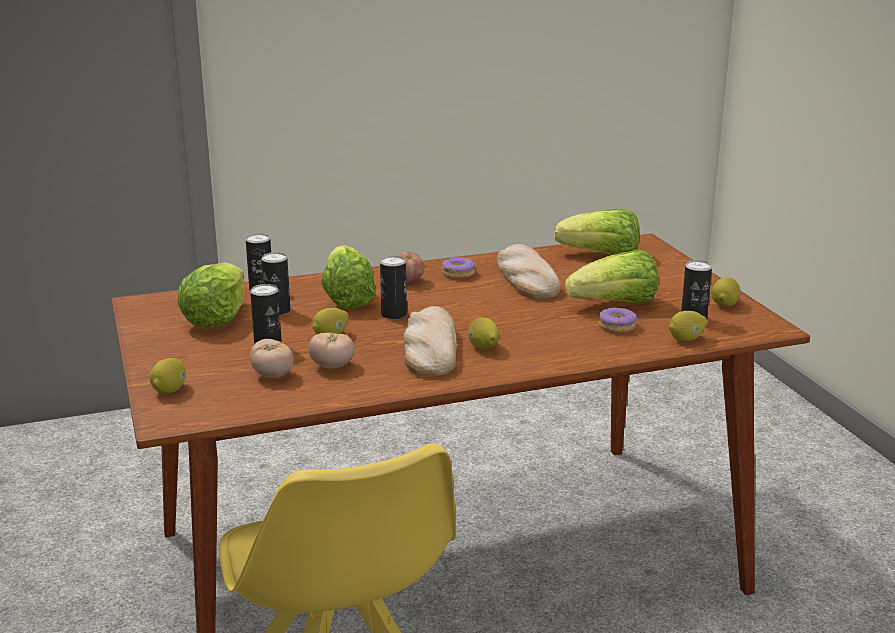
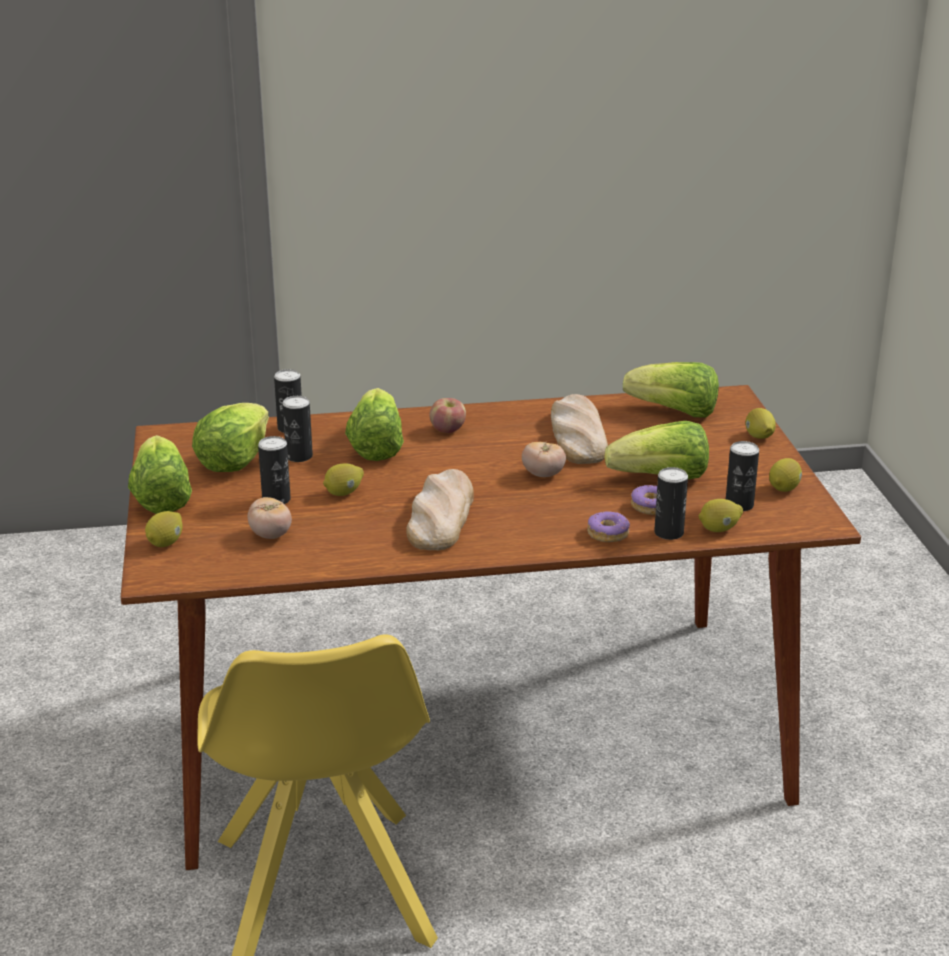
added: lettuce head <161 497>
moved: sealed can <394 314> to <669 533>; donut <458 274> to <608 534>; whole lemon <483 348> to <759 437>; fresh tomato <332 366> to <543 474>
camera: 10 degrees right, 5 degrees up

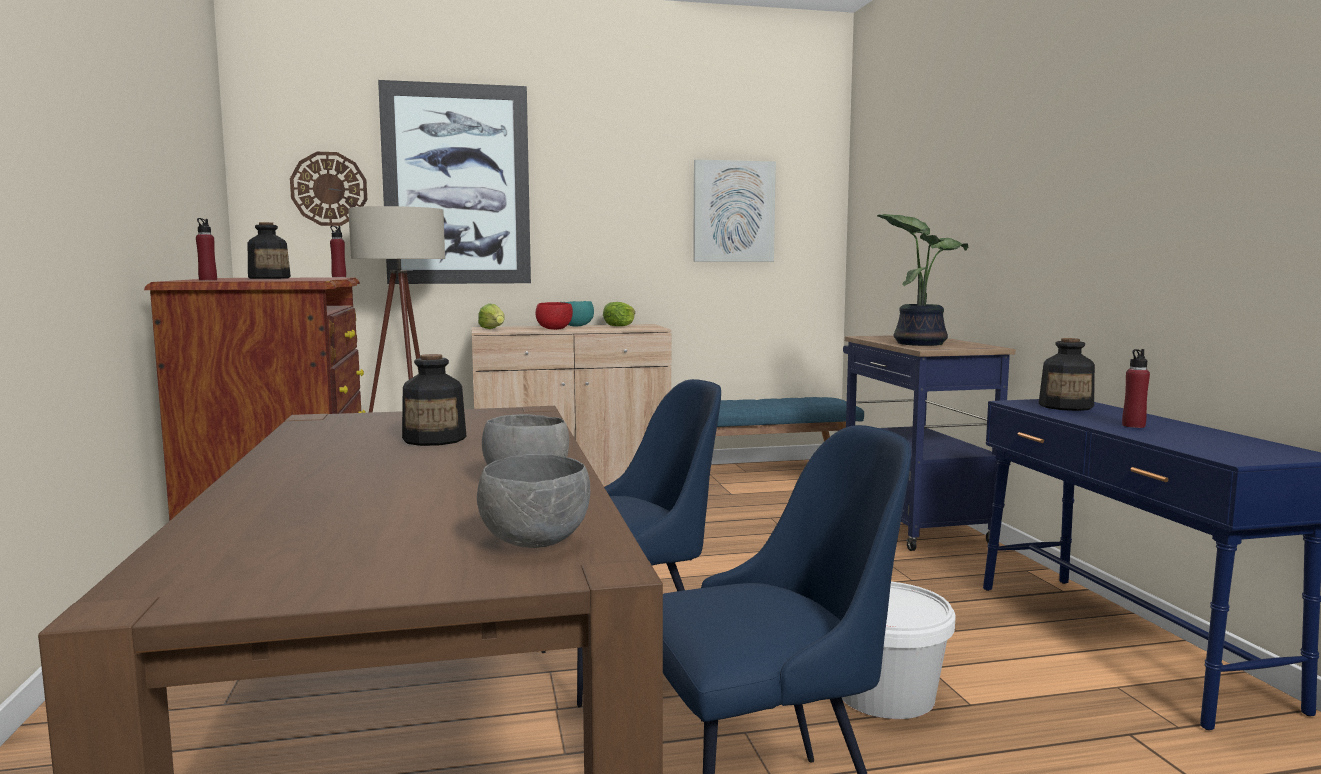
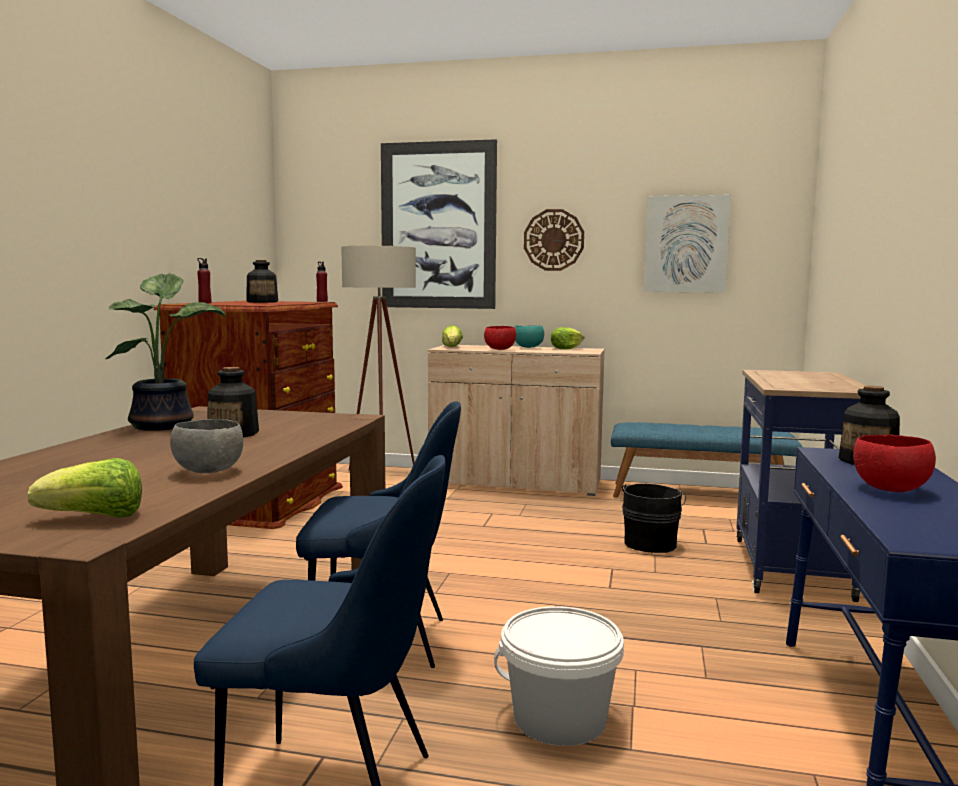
added: blackish water bucket <651 543>
moved: wall clock <329 189> to <553 240>; houseplant <919 343> to <165 425>
replaced: red-coloured drink bottle <1133 426> to red-coloured serving bowl <890 490>; gray serving bowl <538 542> to lettuce head <95 518>
camera: 25 degrees right, 0 degrees up

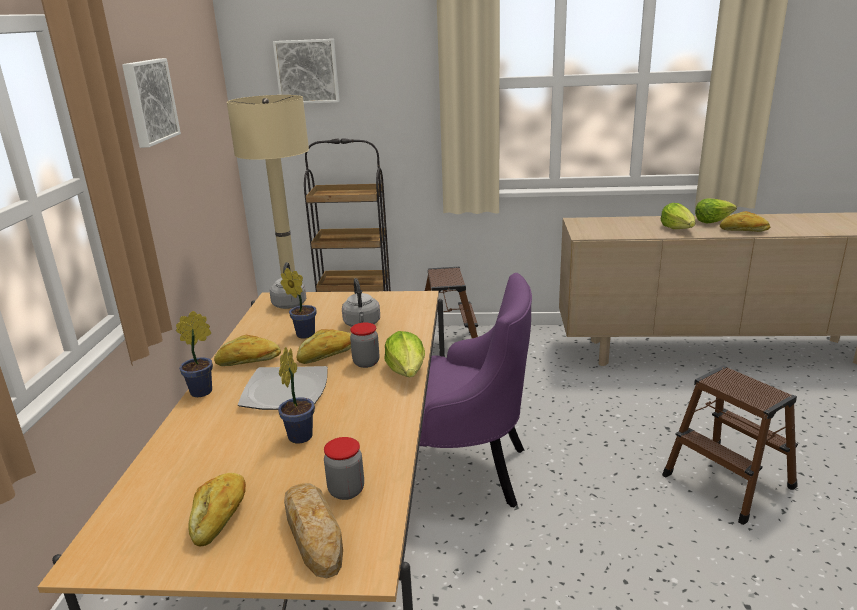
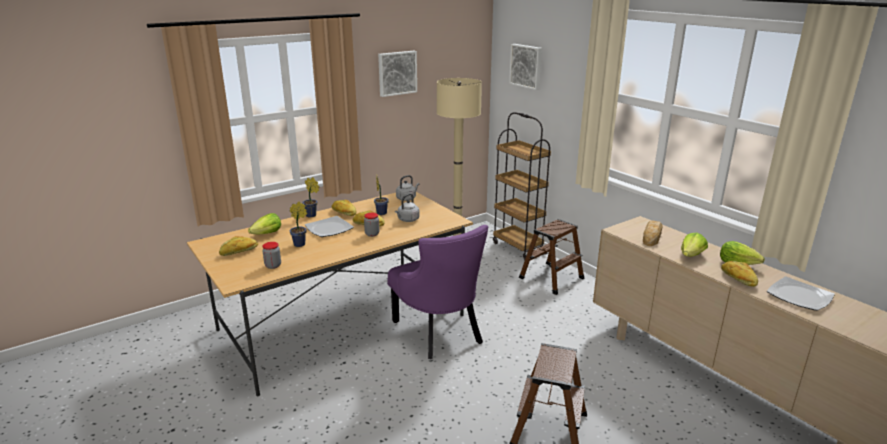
added: dinner plate <799 296>
moved: lettuce head <407 371> to <267 234>; bakery bread <313 533> to <652 236>
camera: 50 degrees right, 0 degrees up

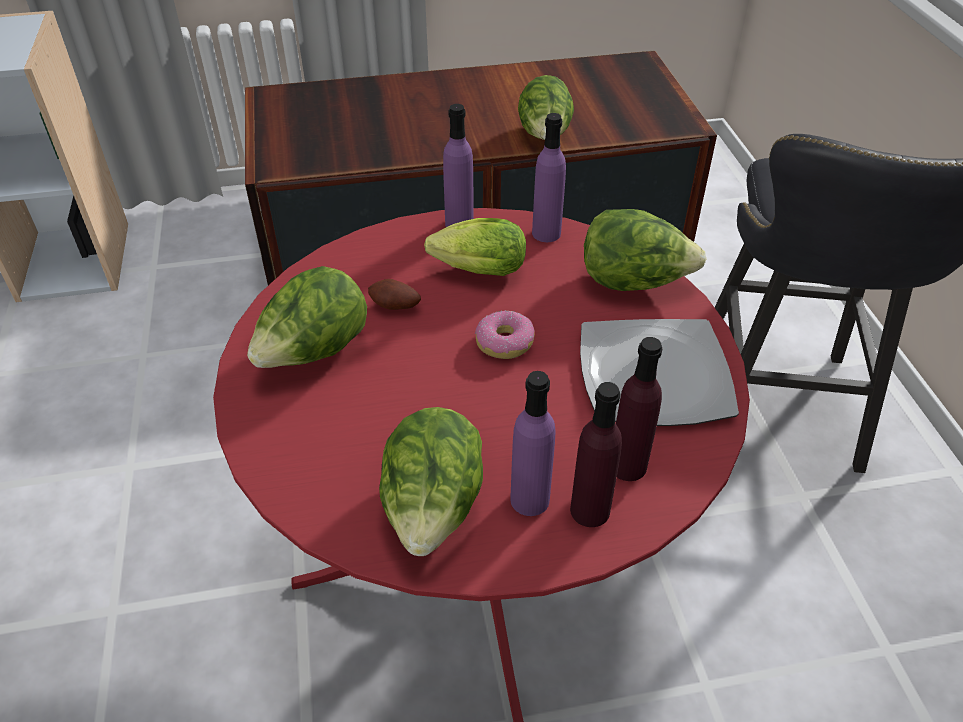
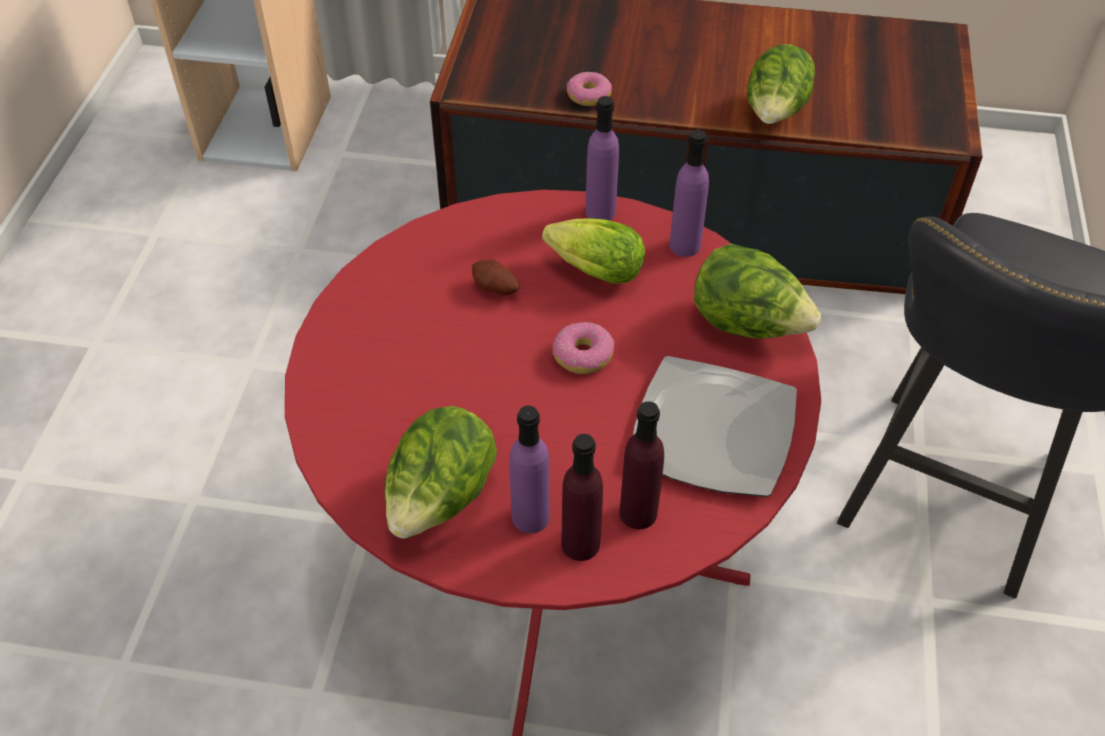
removed: lettuce head <314 353>
added: donut <588 96>
camera: 20 degrees right, 5 degrees up

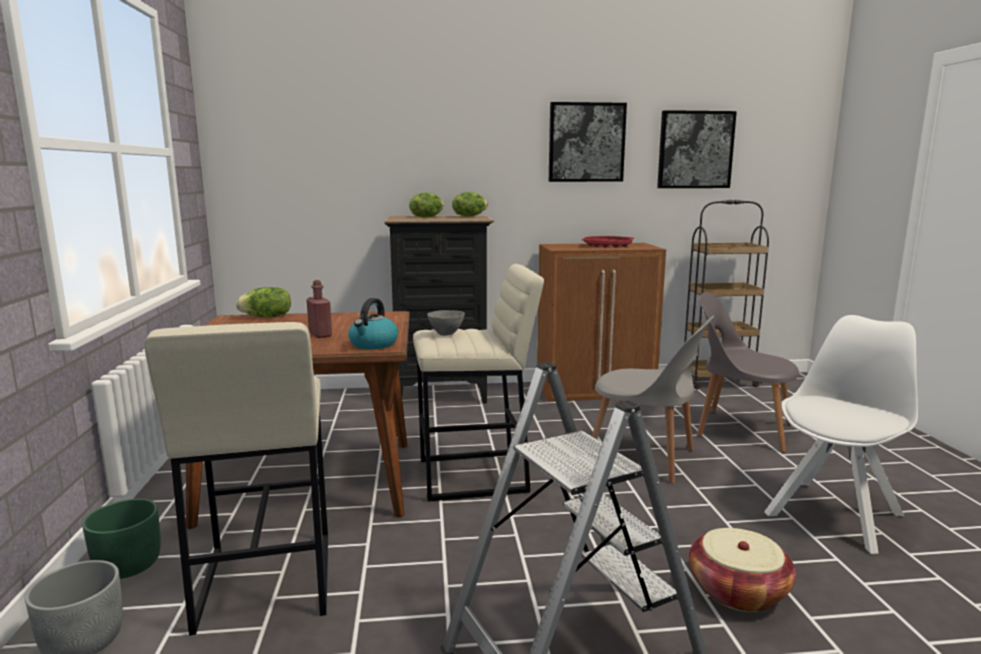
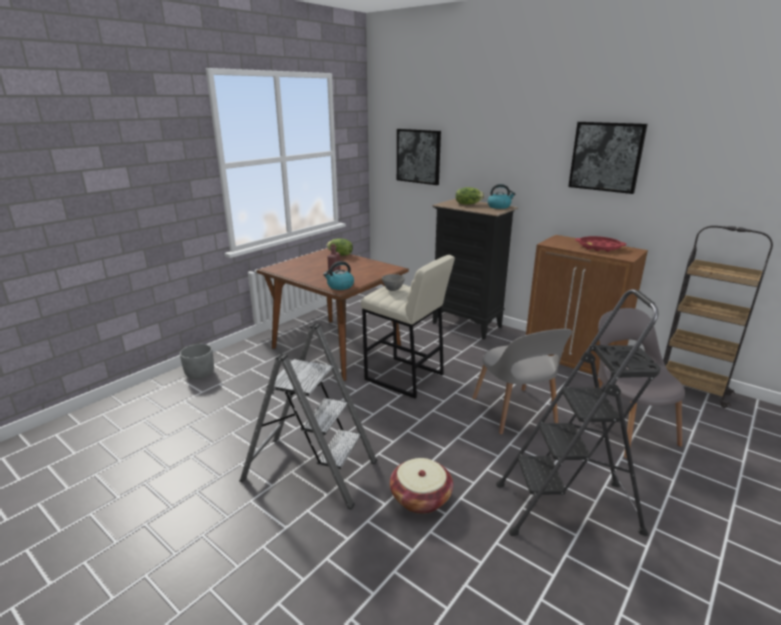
removed: beige stool seat <266 584>; green plant pot <129 565>
moved: wall picture <695 150> to <418 156>
replaced: lettuce head <469 216> to water kettle <499 206>; whitish upright chair <835 513> to step stool <569 507>
camera: 45 degrees right, 10 degrees up

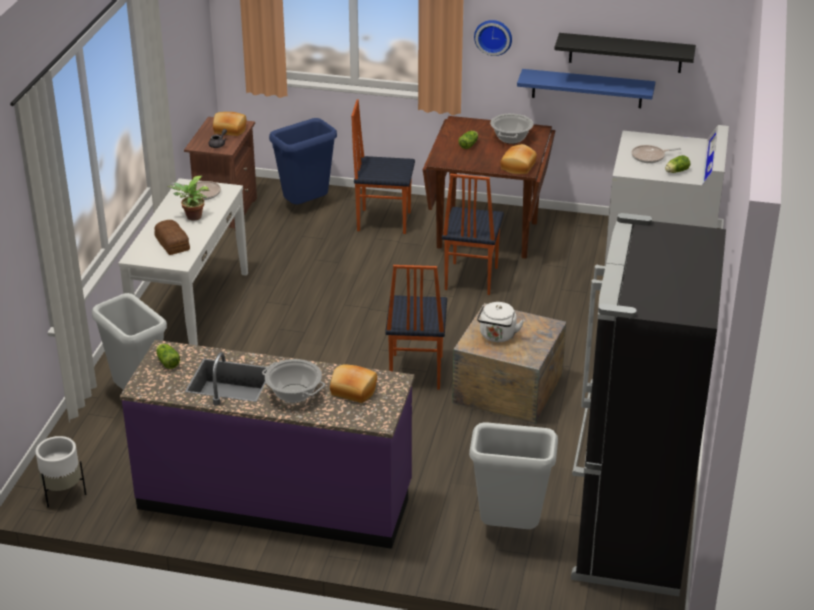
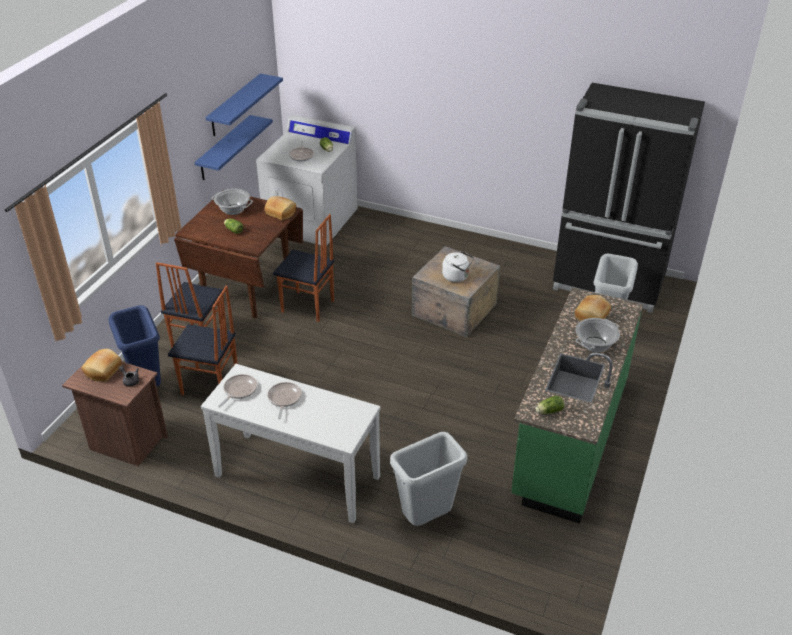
removed: wall clock <493 36>; bakery bread <172 243>; whitish plant pot <63 494>
moved: upright chair <415 372> to <210 385>
replaced: houseplant <192 217> to skillet <284 399>
recoloured: blackish bracket shelf <625 53> to bluish bracket shelf <235 105>; purplish kitchen counter <275 498> to green kitchen counter <569 438>
camera: 80 degrees left, 5 degrees up

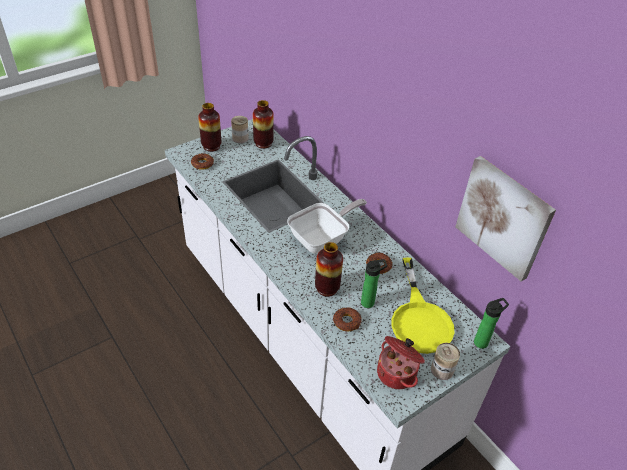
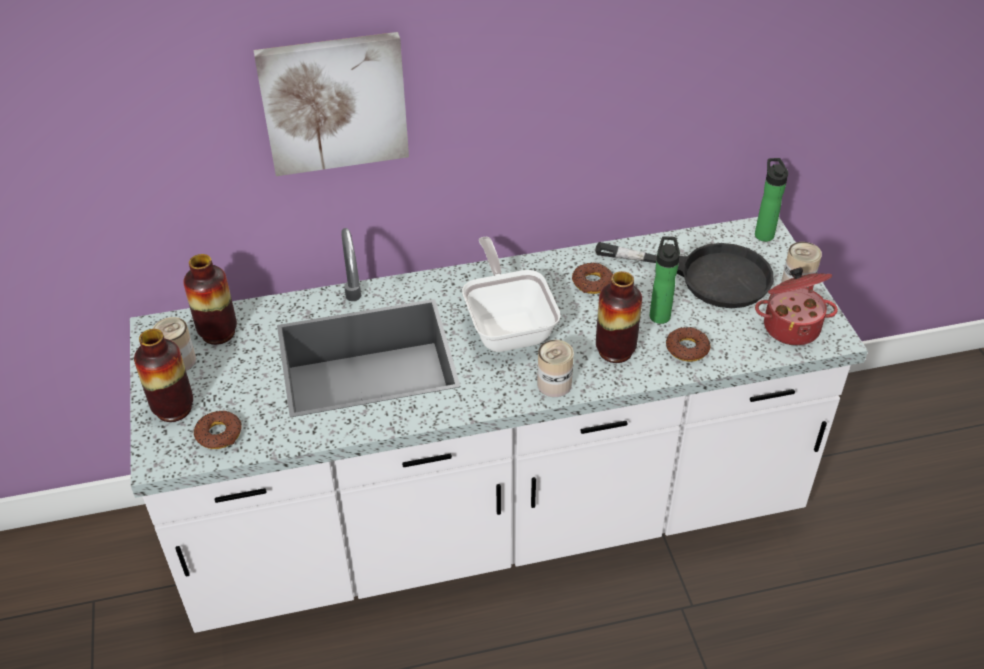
added: sealed can <554 384>
moved: wall picture <503 217> to <334 102>
recoloured: yellow skillet <419 319> to blackish skillet <707 276>
camera: 65 degrees left, 0 degrees up

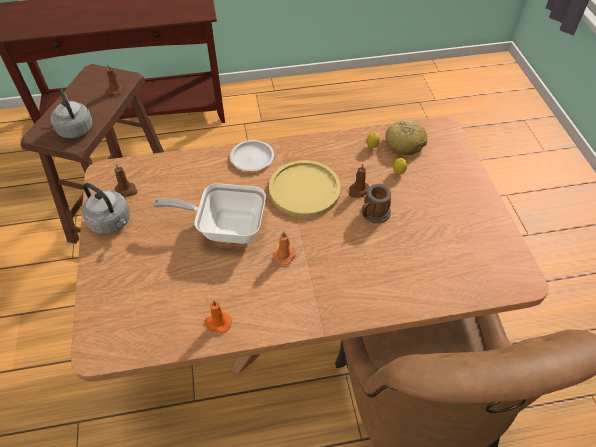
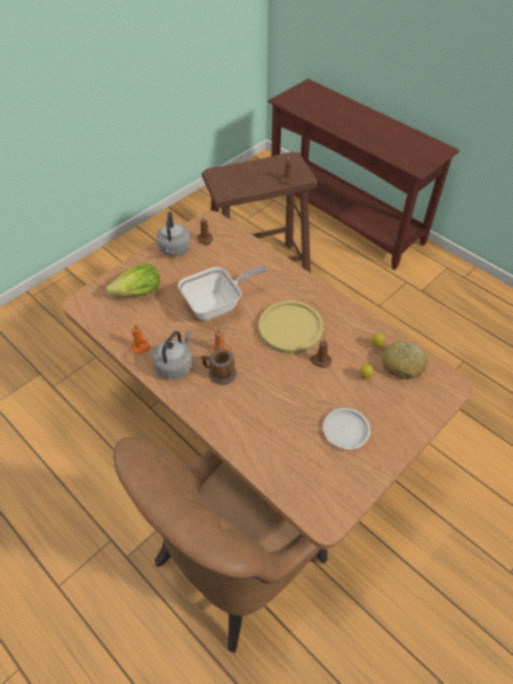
added: lettuce head <138 293>
moved: gray water kettle <75 128> to <175 365>; whitish dinner plate <252 158> to <346 430>; mug <373 214> to <219 373>
turned: skillet <225 227> = <217 305> 90 degrees clockwise
camera: 55 degrees right, 0 degrees up

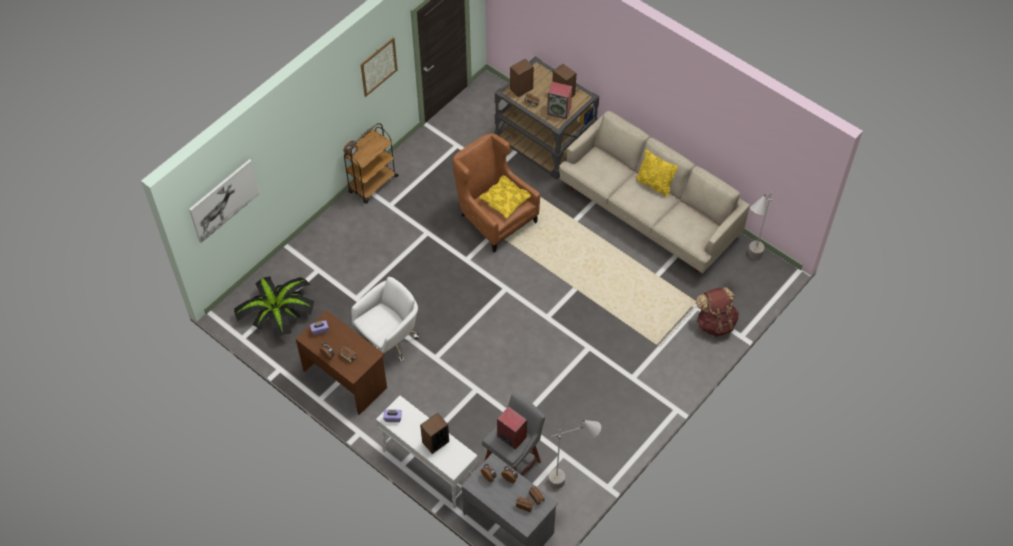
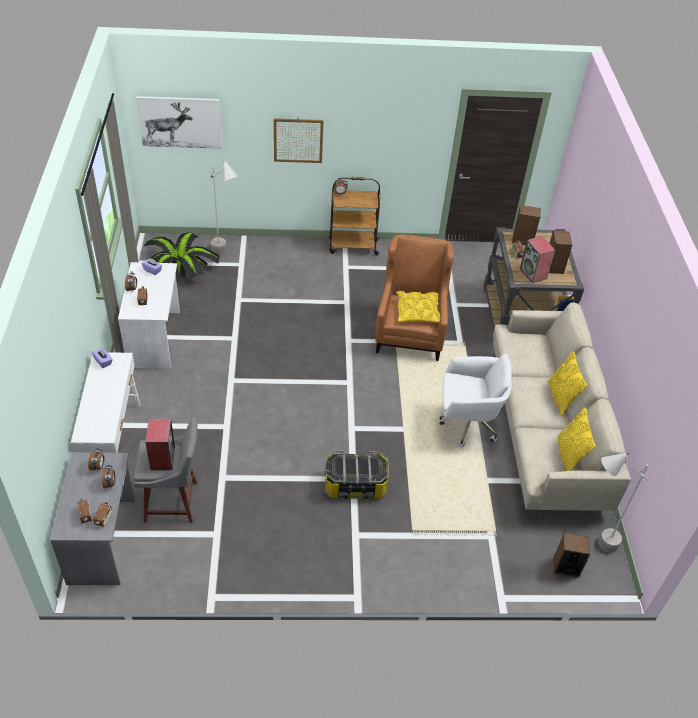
removed: brownish rucksack <715 323>
added: yellow cushion <569 455>; storage container <355 485>
moved: wall picture <378 66> to <298 139>; whitish computer chair <389 342> to <466 425>; audio speaker <435 442> to <566 566>; gray standing lamp <570 481> to <226 256>
recoloured: brownish desk unit <345 378> to whitish desk unit <155 338>
camera: 45 degrees right, 10 degrees down

